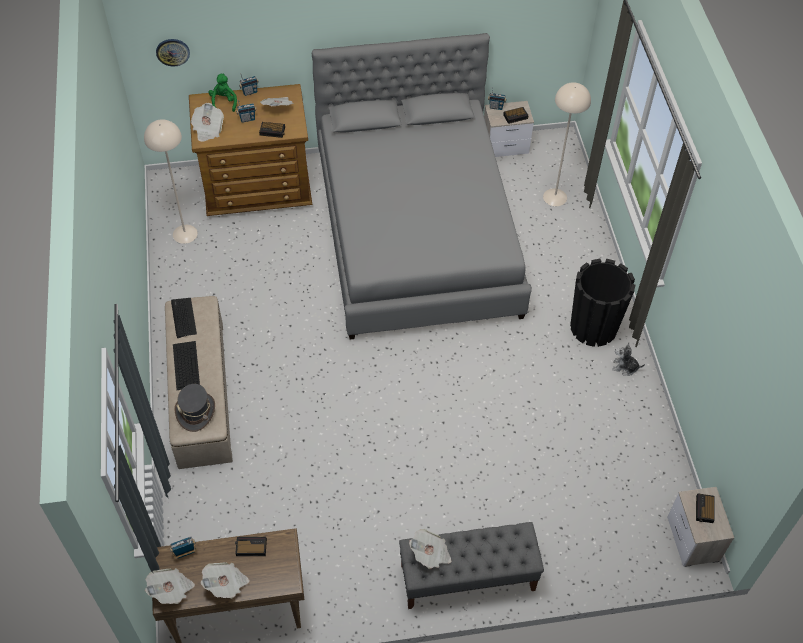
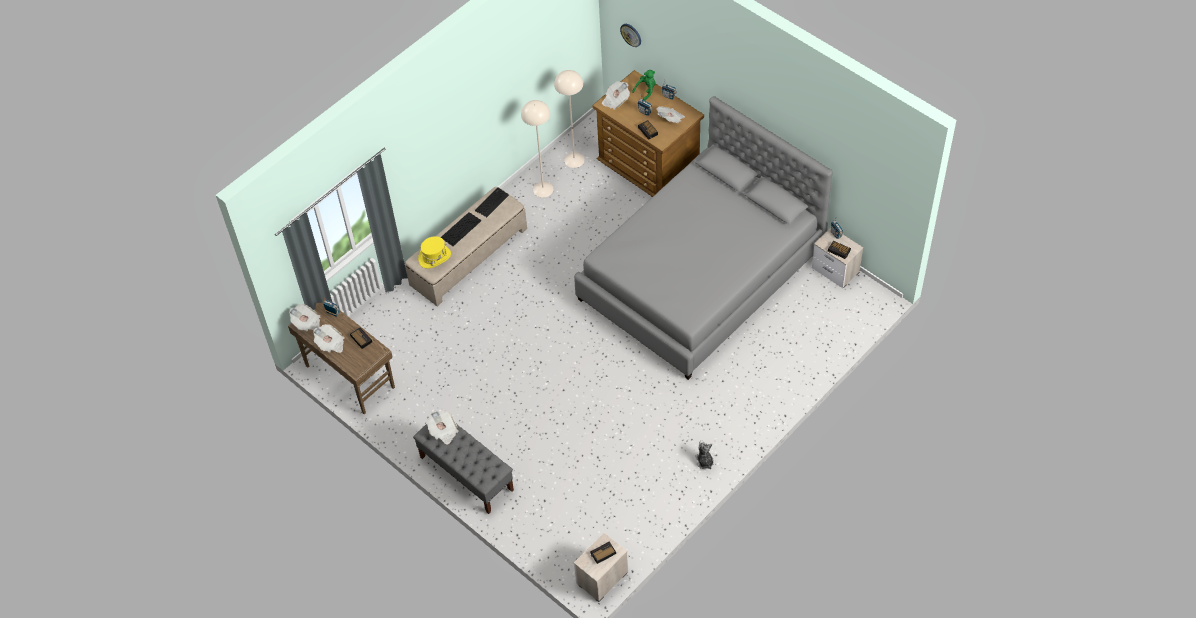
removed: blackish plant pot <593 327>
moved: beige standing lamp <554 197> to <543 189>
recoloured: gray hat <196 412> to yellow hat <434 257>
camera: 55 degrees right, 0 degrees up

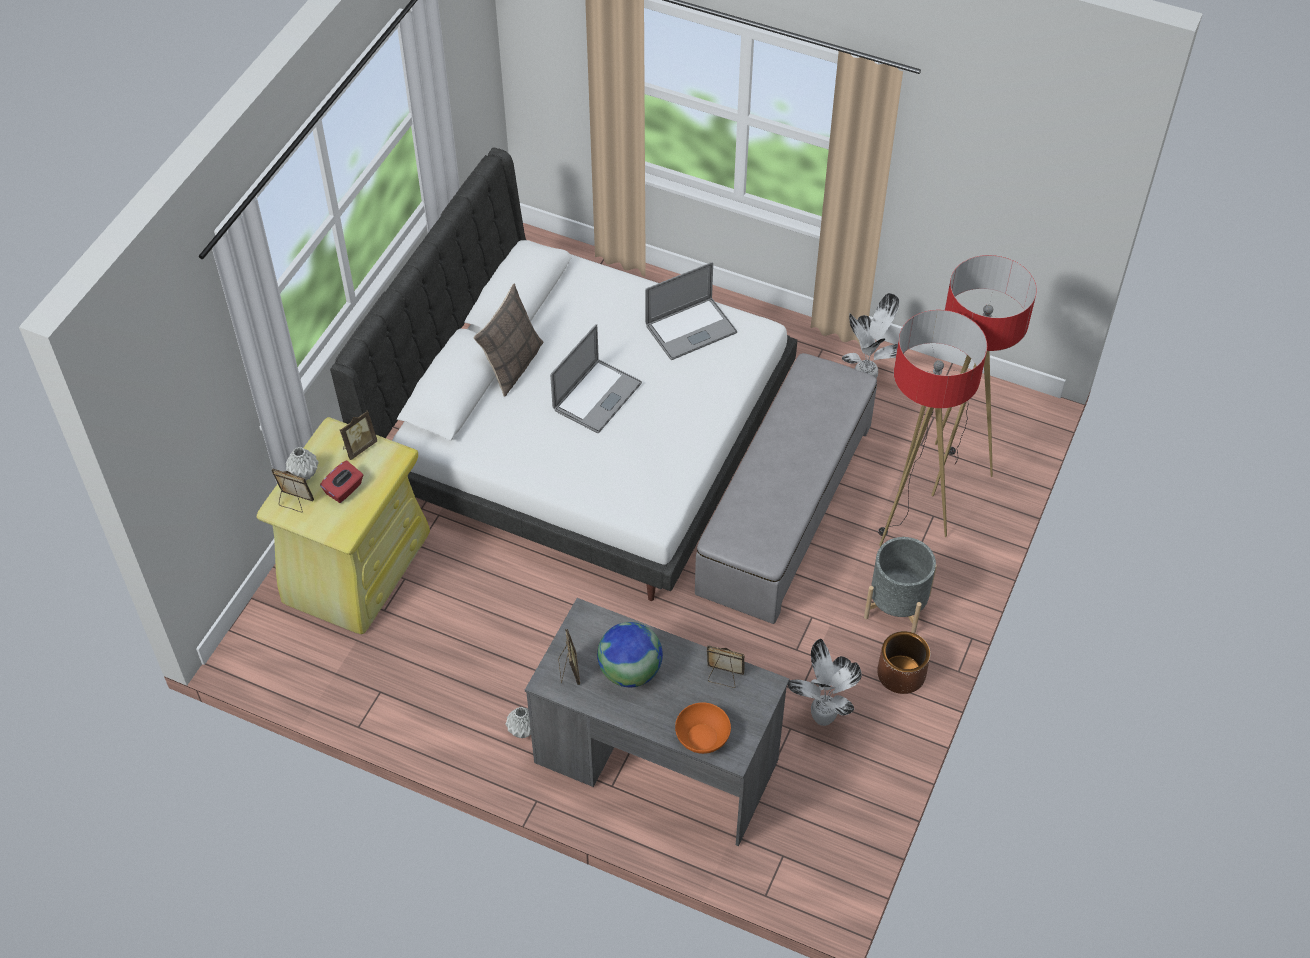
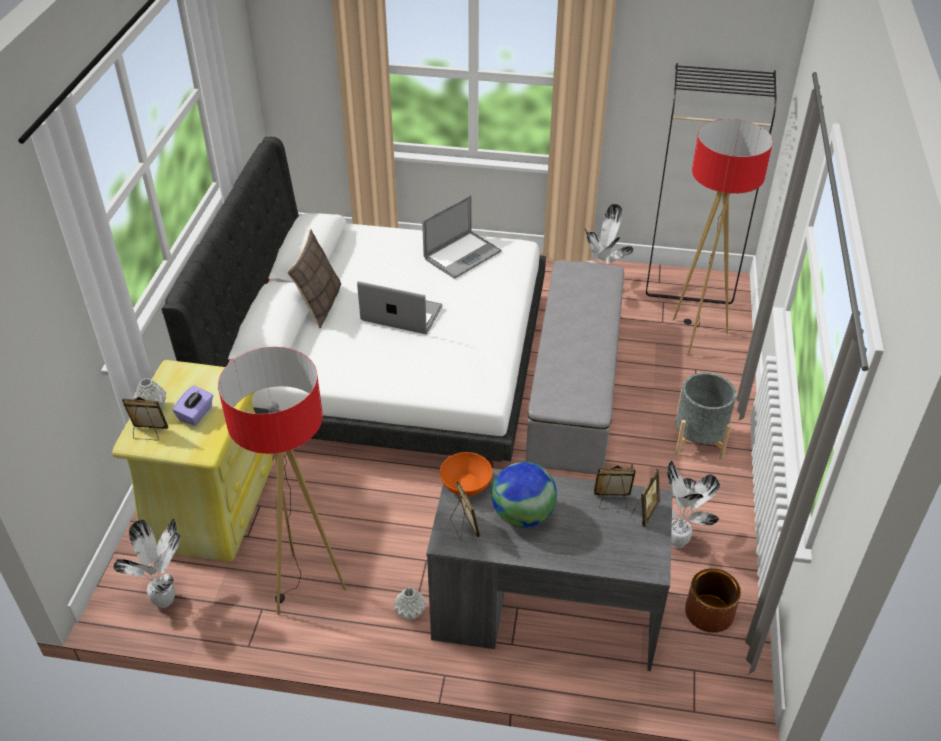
added: blackish garment rack <689 285>; houseplant <166 600>
moved: standing lamp <907 525> to <305 586>; standing frame <359 447> to <643 512>; brownish plant pot <901 674> to <709 613>; orange serving bowl <702 737> to <466 484>
recoloured: red-coloured box of tissues <344 490> to purplish box of tissues <196 414>
turned: laptop <597 396> = <401 314> 90 degrees counterclockwise
camera: 15 degrees left, 10 degrees down

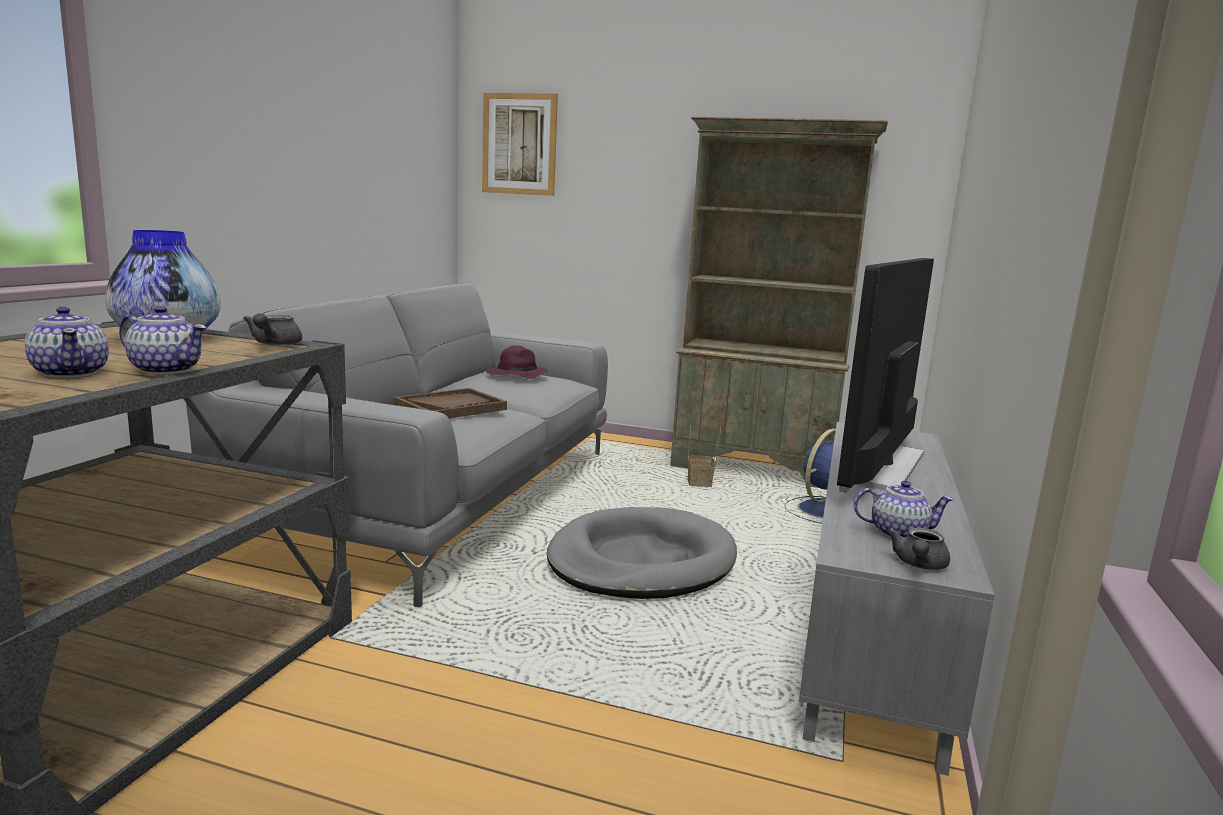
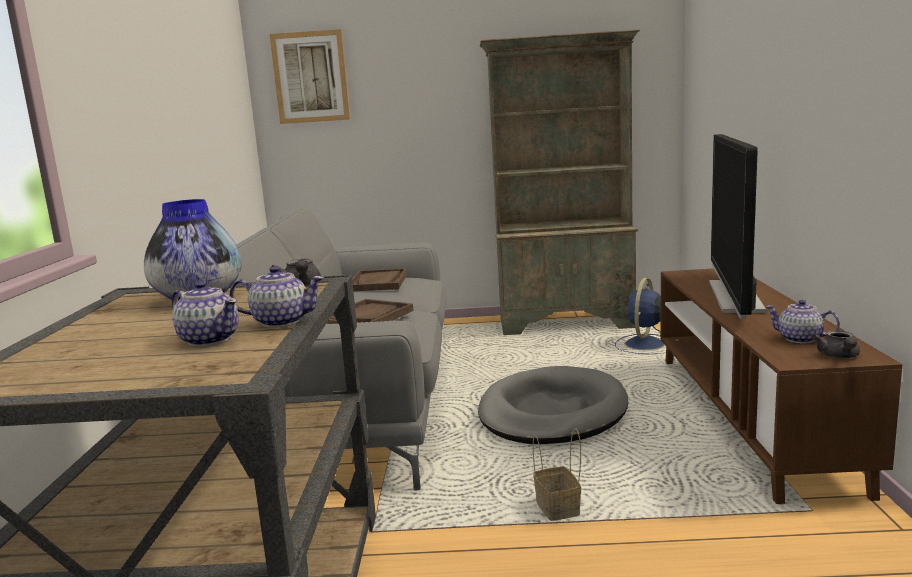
moved: household basket <700 482> to <559 509>
replaced: purplish hat <516 376> to brownish tray <378 282>
recoloured: gray media console <871 623> to brownish media console <748 416>
turned: pot for tea <897 532> = <800 339> 135 degrees counterclockwise
camera: 15 degrees left, 0 degrees up

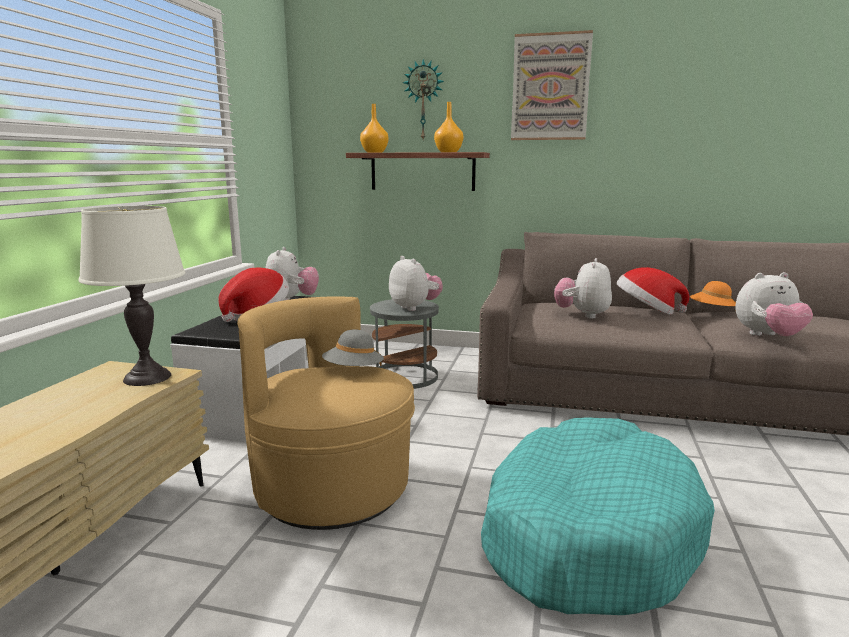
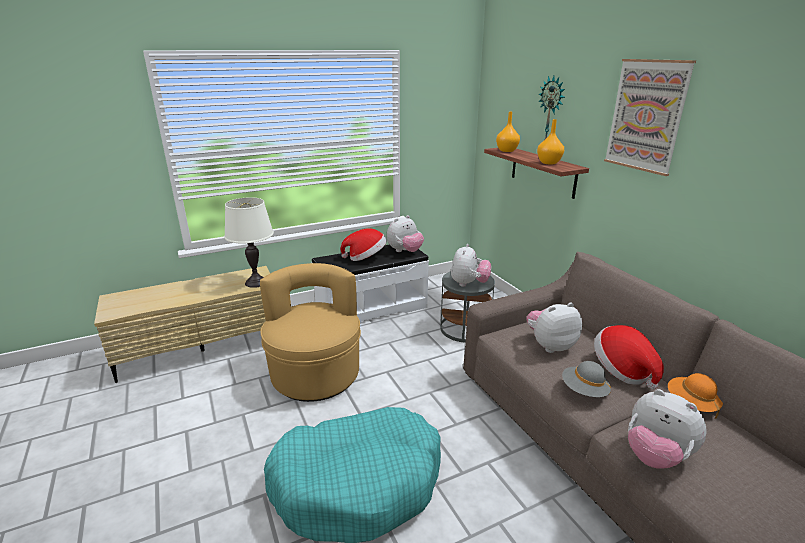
moved: gray hat <353 371> to <584 391>
camera: 50 degrees right, 10 degrees up

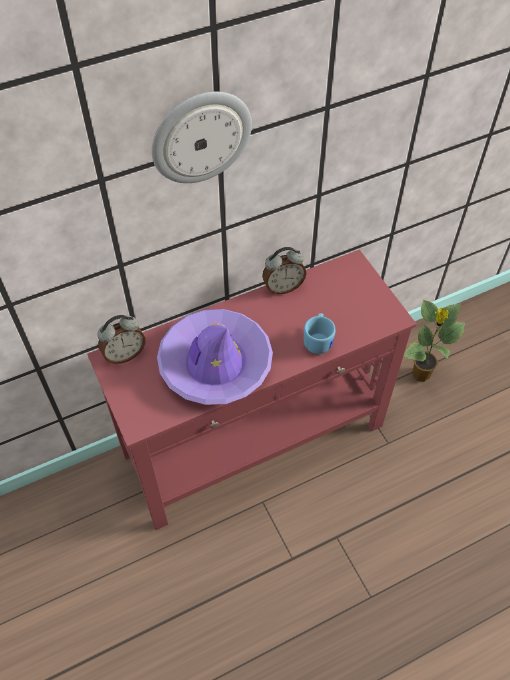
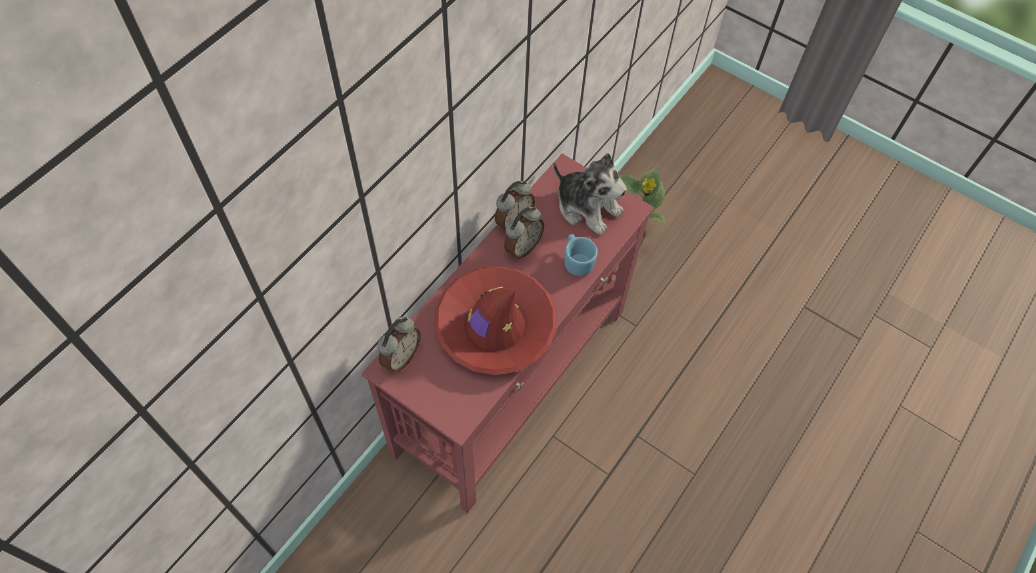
removed: wall clock <200 137>
added: soft toy <587 207>; table clock <522 247>
recoloured: purplish hat <215 363> to red-coloured hat <495 326>
camera: 30 degrees left, 5 degrees up

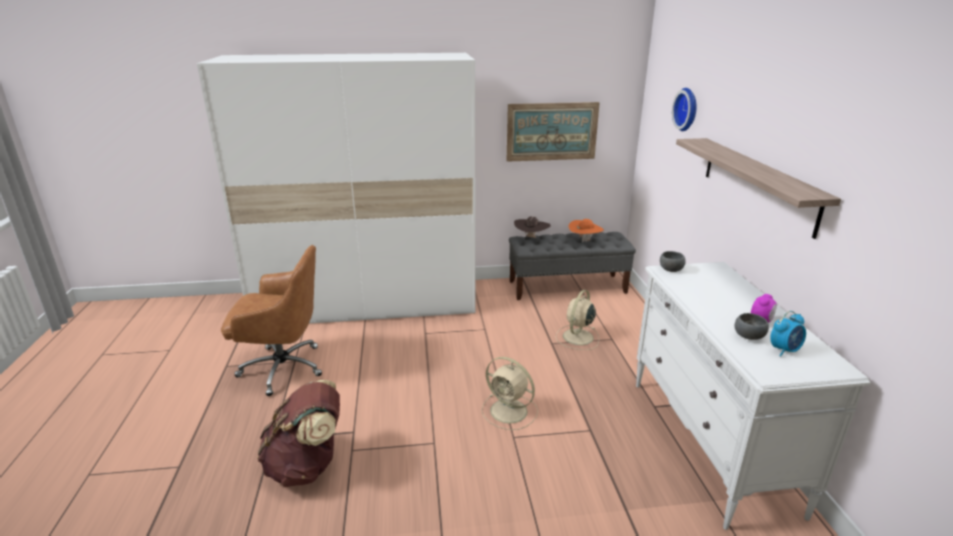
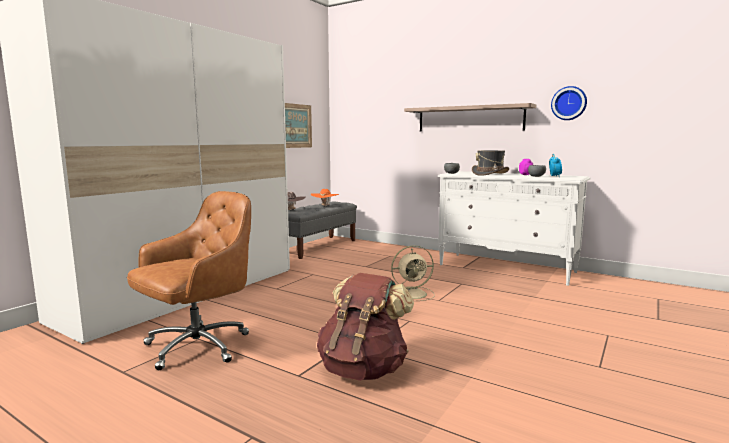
removed: beige electric fan <577 337>
added: gray hat <490 174>
moved: wall clock <687 109> to <569 103>
camera: 50 degrees left, 15 degrees down

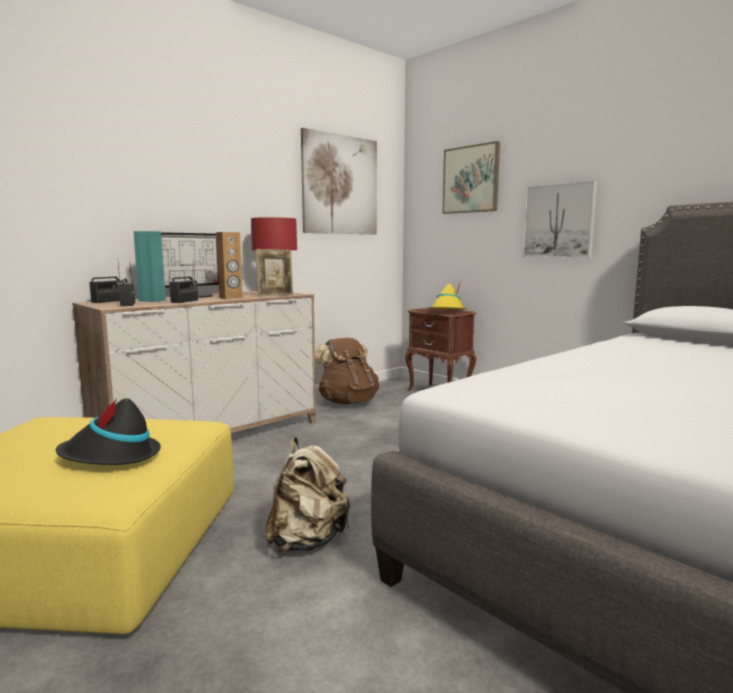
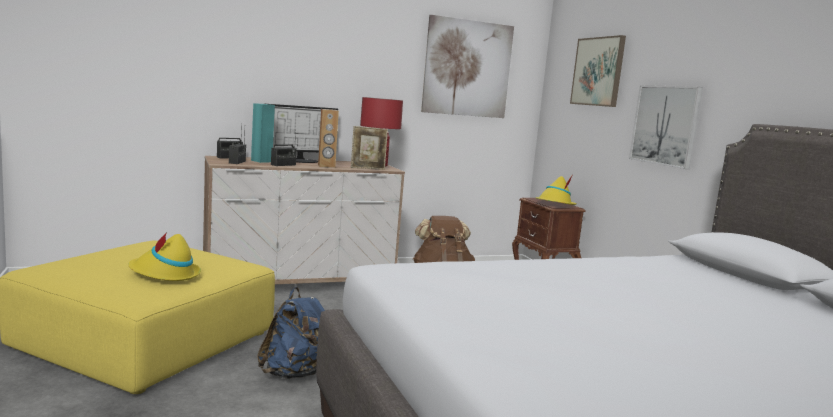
recoloured: blackish hat <111 456> to yellow hat <165 274>; beige rucksack <308 541> to bluish rucksack <297 374>
camera: 20 degrees right, 0 degrees up

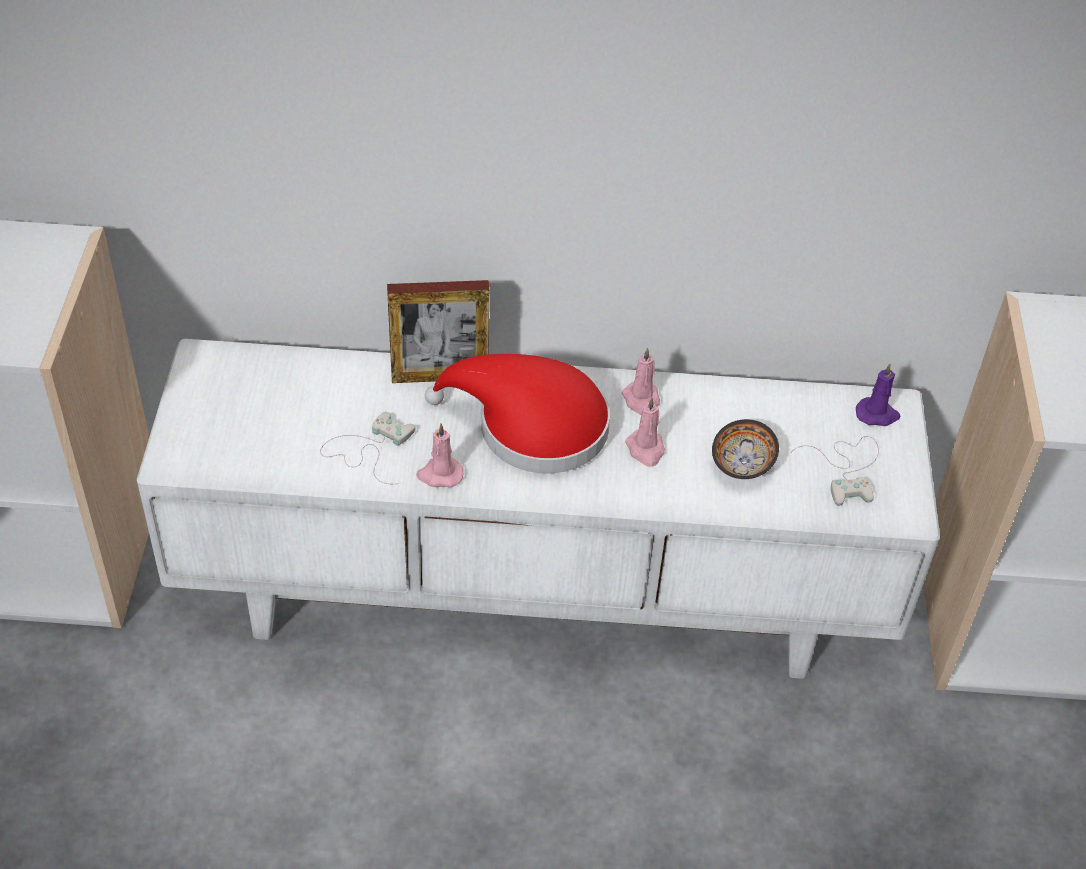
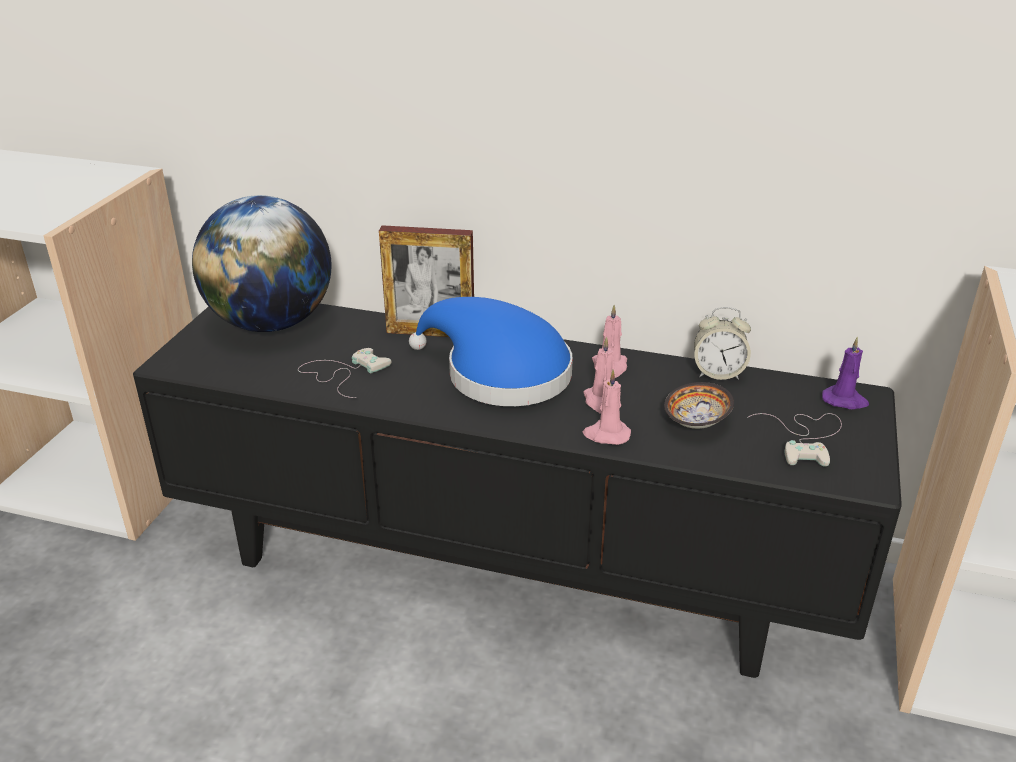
added: desk globe <271 323>; table clock <718 373>
moved: pink wax light <439 475> to <606 434>
recoloured: whitish media console <538 580> to blackish media console <511 555>; red-coloured hat <531 426> to bluish hat <499 373>
camera: 15 degrees right, 15 degrees down

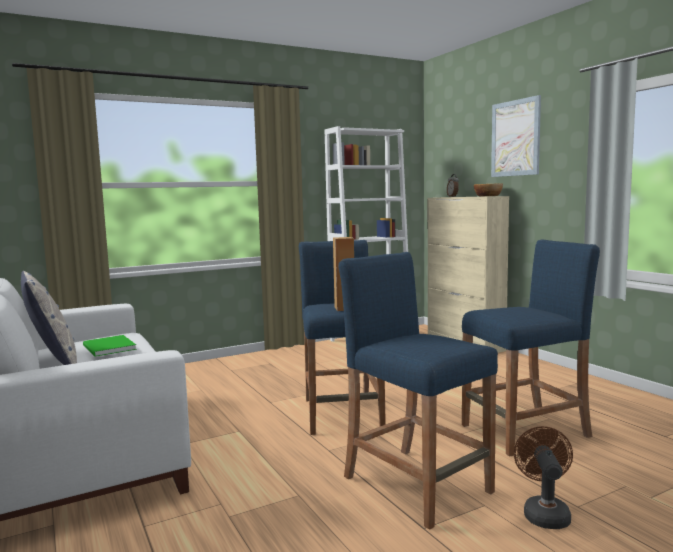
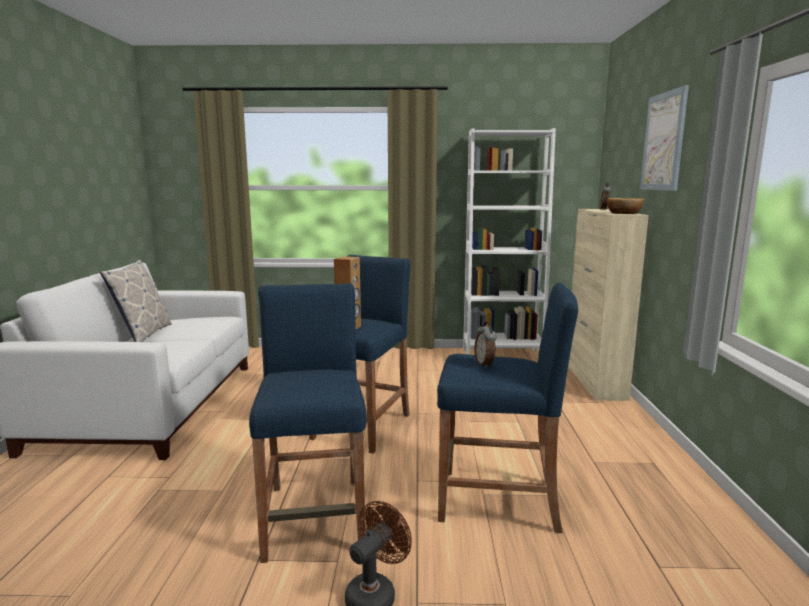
removed: green book <108 348>
added: table clock <485 364>
camera: 30 degrees right, 5 degrees up

